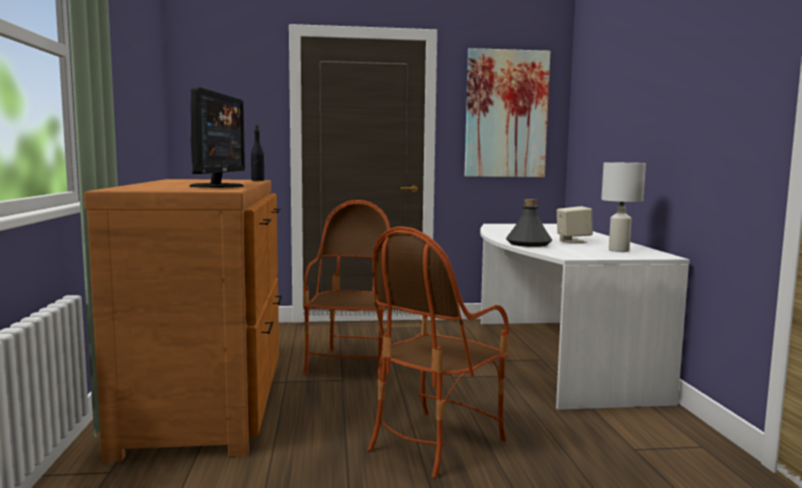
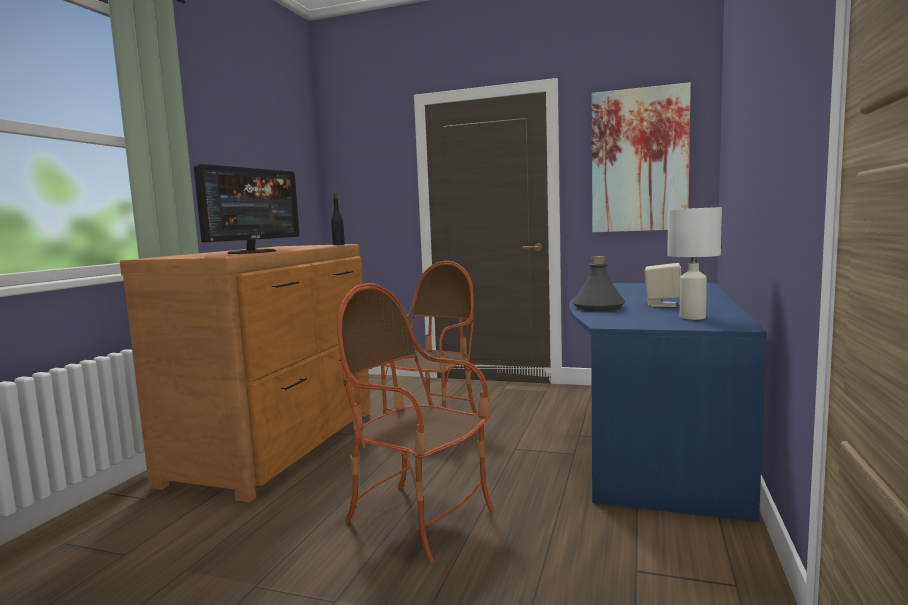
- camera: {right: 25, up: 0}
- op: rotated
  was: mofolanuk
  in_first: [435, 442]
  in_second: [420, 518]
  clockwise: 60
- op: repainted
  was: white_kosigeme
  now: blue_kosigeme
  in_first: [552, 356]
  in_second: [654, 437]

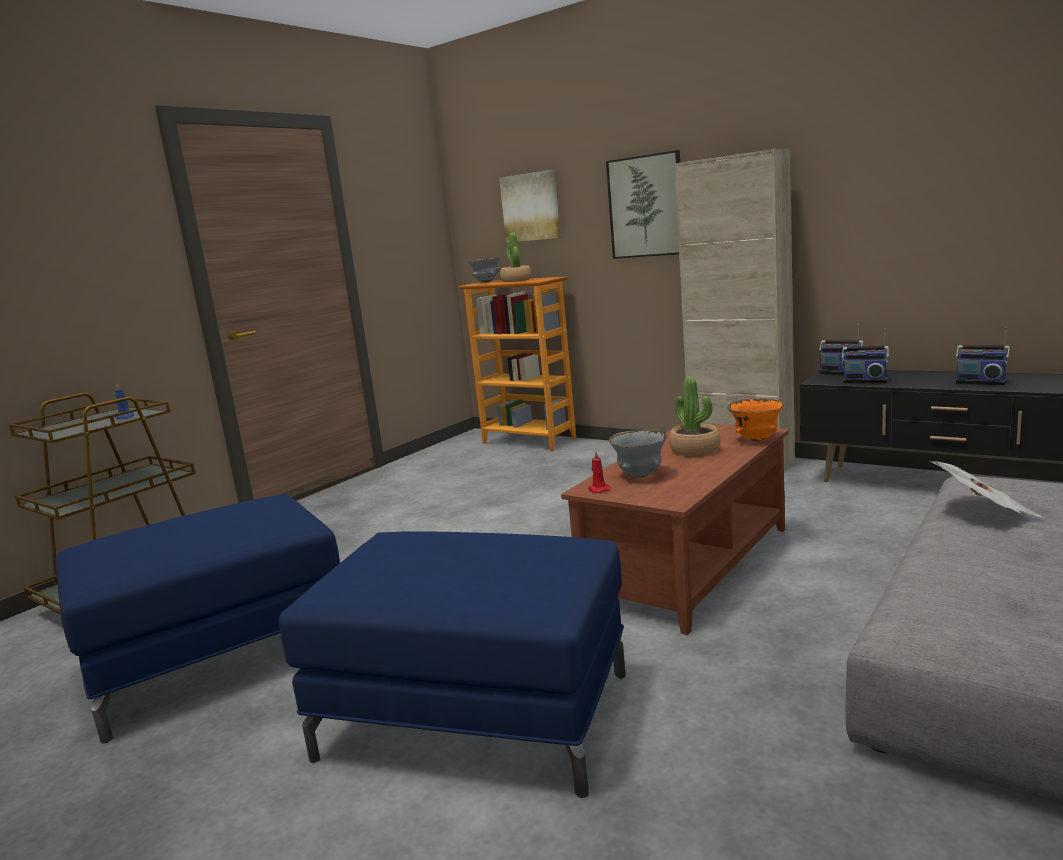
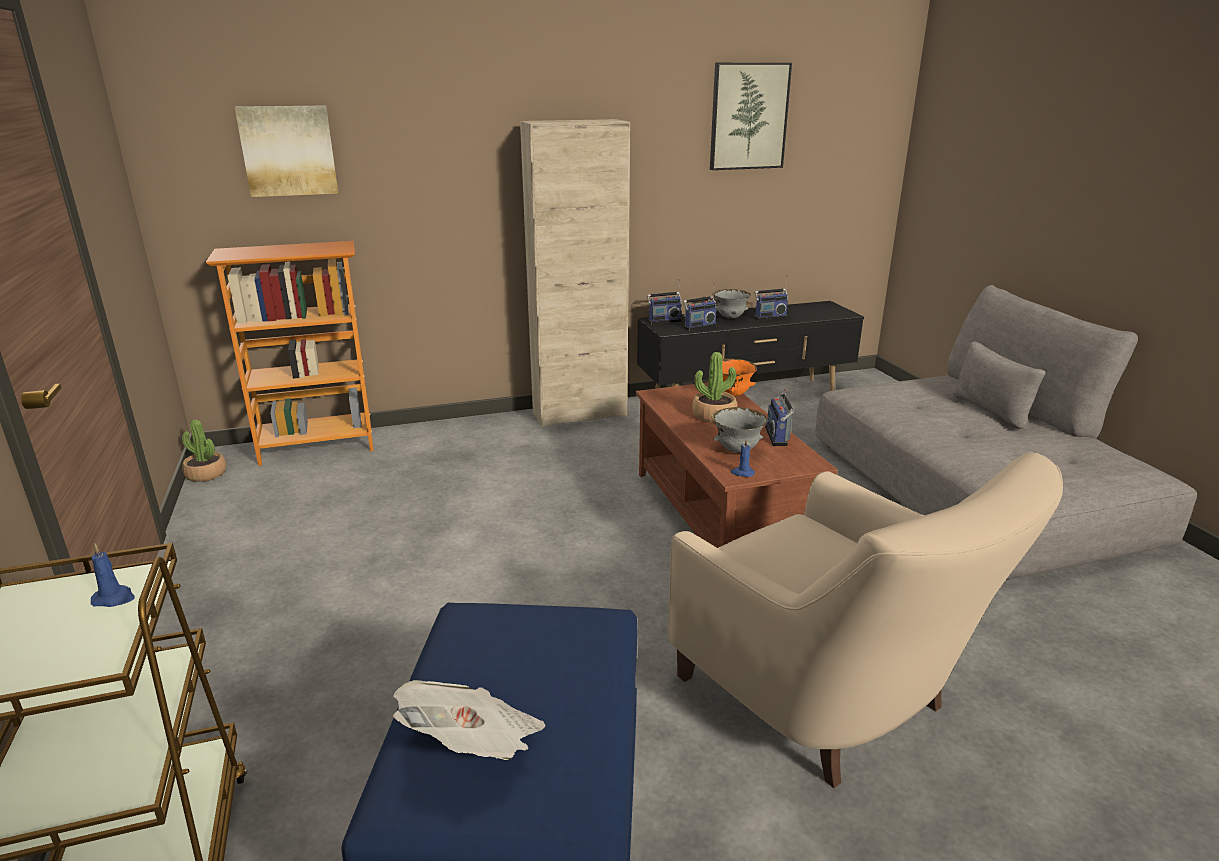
- camera: {right: -55, up: 10}
- op: swapped
  was: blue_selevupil
  now: beige_mofolanuk
  in_first: [474, 715]
  in_second: [831, 702]
- op: shifted
  was: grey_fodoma
  in_first: [486, 282]
  in_second: [730, 318]
- op: shifted
  was: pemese
  in_first: [516, 280]
  in_second: [206, 474]
- op: repainted
  was: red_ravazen
  now: blue_ravazen
  in_first: [598, 489]
  in_second: [742, 473]
- op: shifted
  was: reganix
  in_first: [646, 206]
  in_second: [748, 116]
- op: shifted
  was: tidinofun
  in_first: [984, 513]
  in_second: [474, 745]
- op: new
  now: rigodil
  in_second: [778, 436]

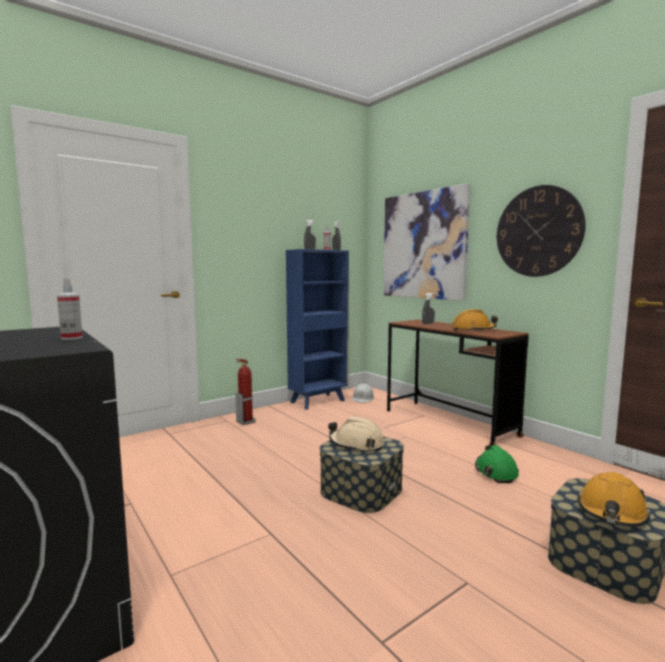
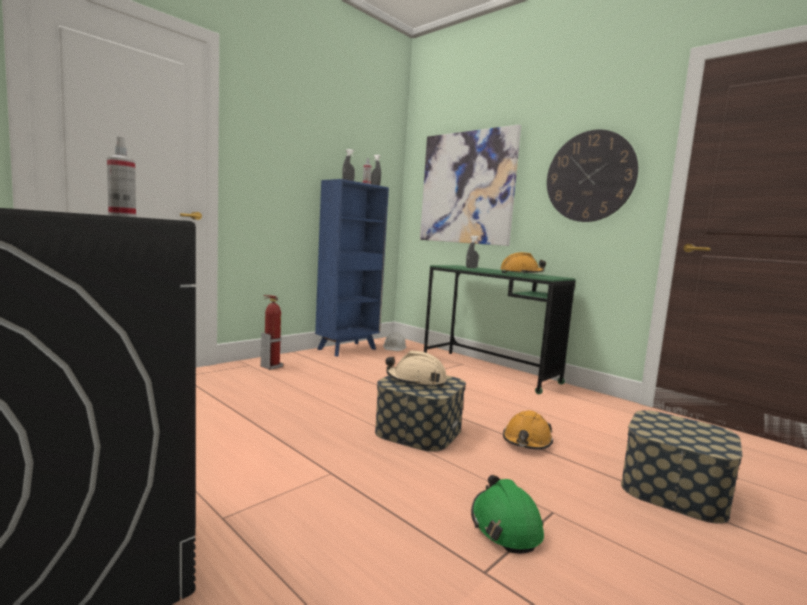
- camera: {right: -10, up: 0}
- op: repainted
  was: brown_kosigeme
  now: green_kosigeme
  in_first: [449, 423]
  in_second: [489, 371]
- op: shifted
  was: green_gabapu
  in_first: [495, 472]
  in_second: [505, 525]
- op: shifted
  was: orange_gabapu
  in_first: [612, 512]
  in_second: [527, 441]

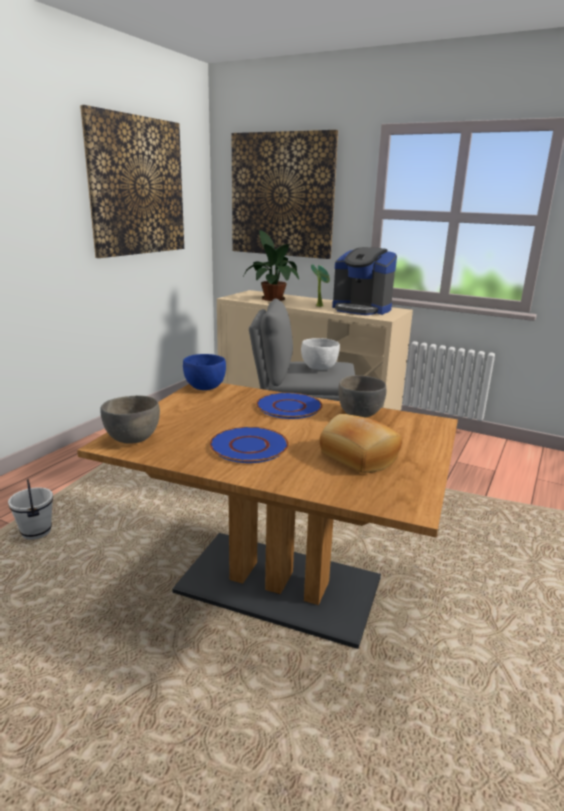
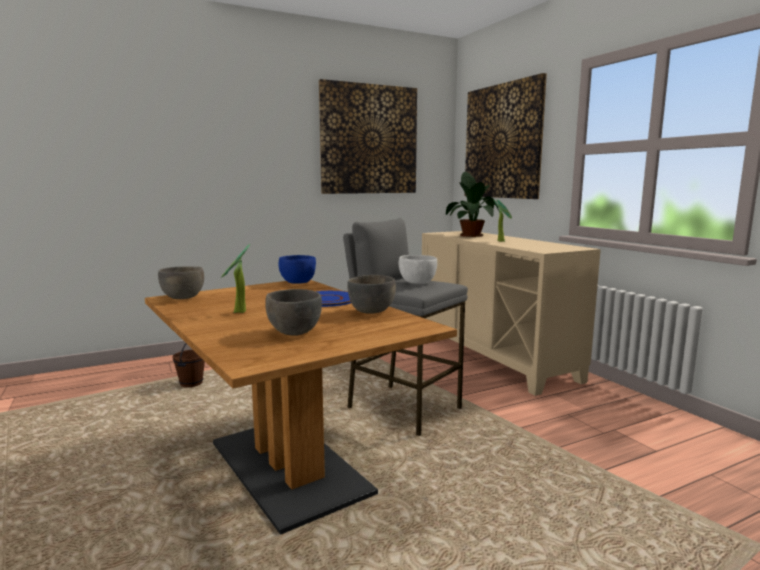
- camera: {right: 35, up: -10}
- op: repainted
  was: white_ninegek
  now: brown_ninegek
  in_first: [37, 532]
  in_second: [191, 384]
- op: swapped
  was: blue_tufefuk
  now: pemese
  in_first: [248, 446]
  in_second: [238, 313]
- op: swapped
  was: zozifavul
  now: grey_fodoma
  in_first: [357, 457]
  in_second: [294, 332]
- op: gone
  was: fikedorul
  in_first: [361, 309]

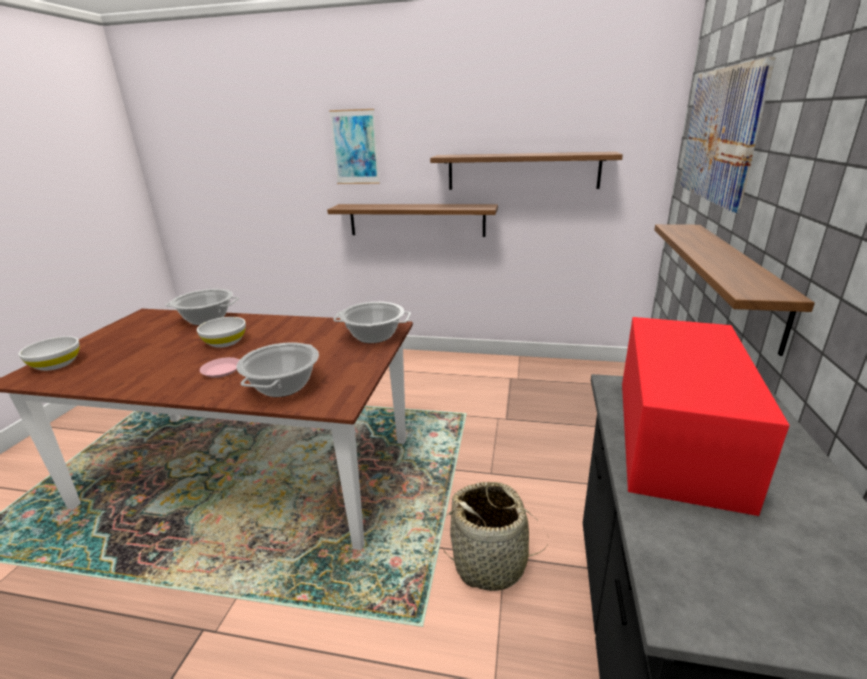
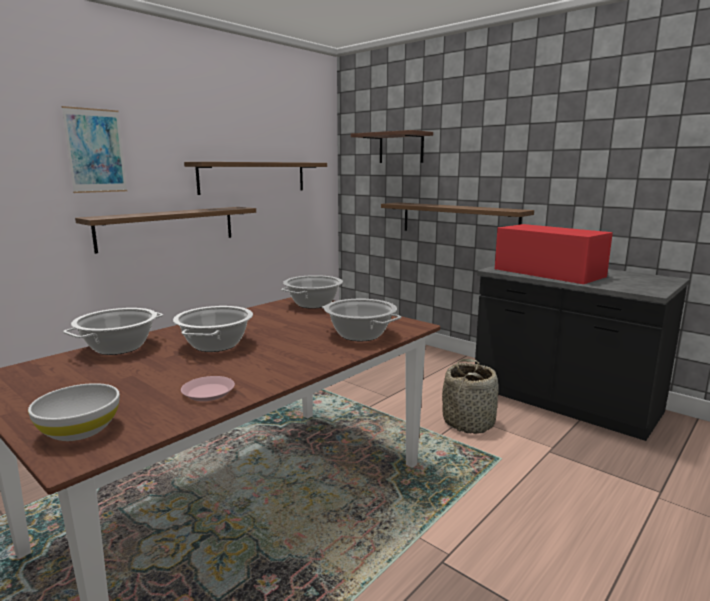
- camera: {right: -60, up: -10}
- op: swapped
  was: white_fodoma
  now: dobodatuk
  in_first: [225, 342]
  in_second: [215, 345]
- op: shifted
  was: pink_tufefuk
  in_first: [221, 370]
  in_second: [208, 392]
- op: swapped
  was: reganix
  now: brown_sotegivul
  in_first: [720, 135]
  in_second: [401, 148]

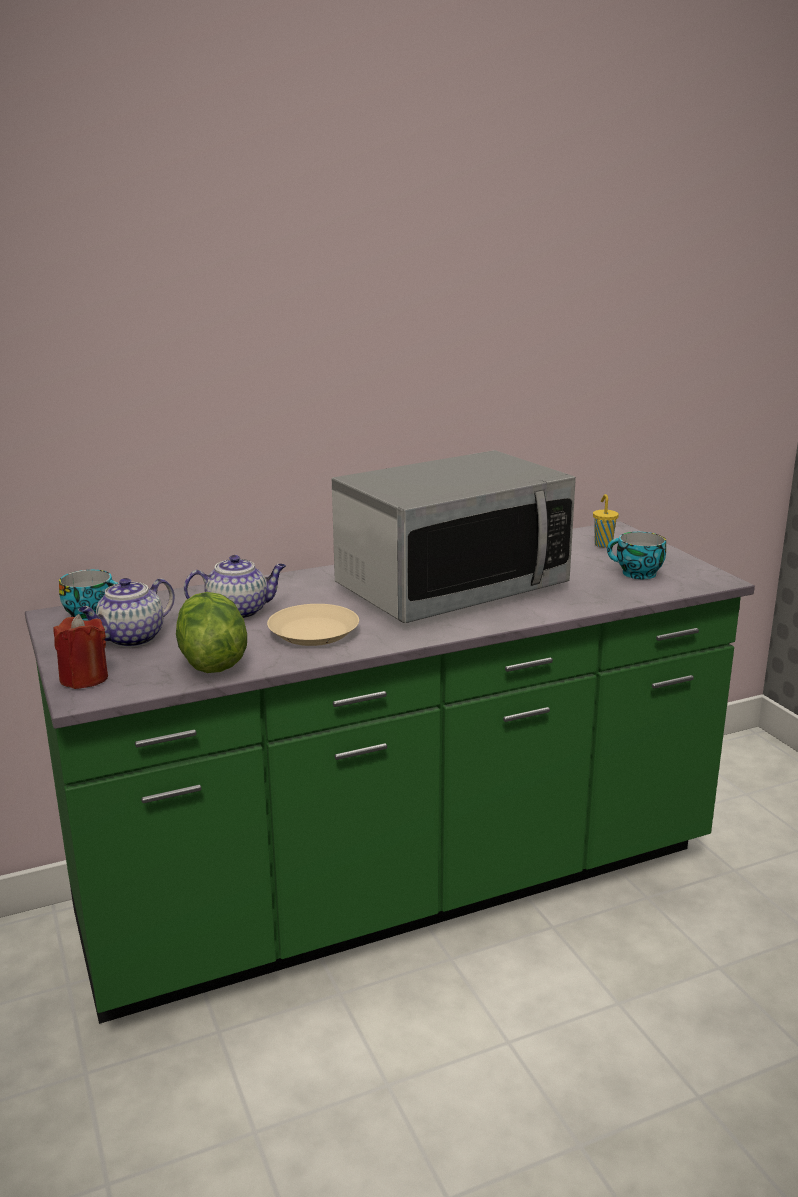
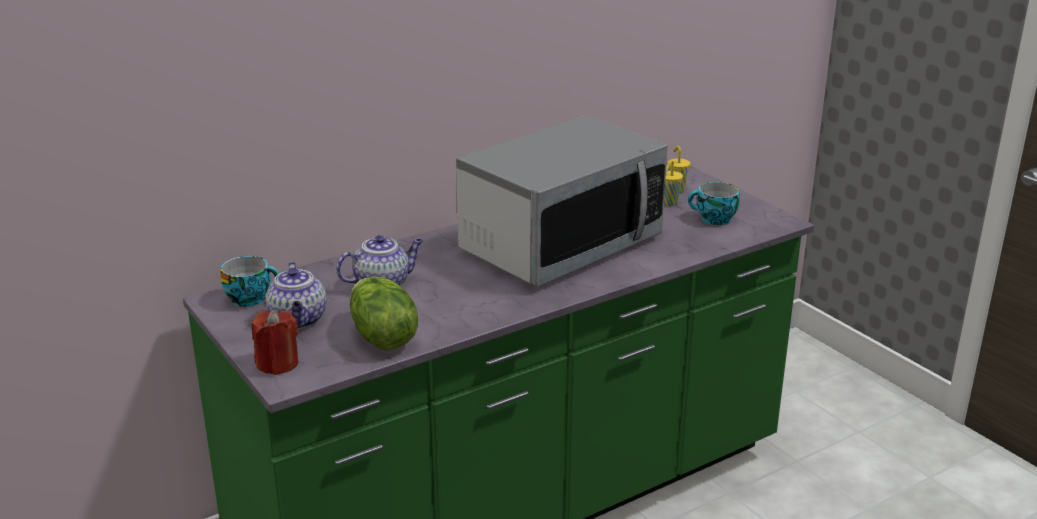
- camera: {right: -10, up: 5}
- op: rotated
  was: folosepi
  in_first: [131, 639]
  in_second: [299, 320]
  clockwise: -45
- op: gone
  was: beige_tufefuk
  in_first: [312, 632]
- op: new
  now: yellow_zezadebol
  in_second: [669, 203]

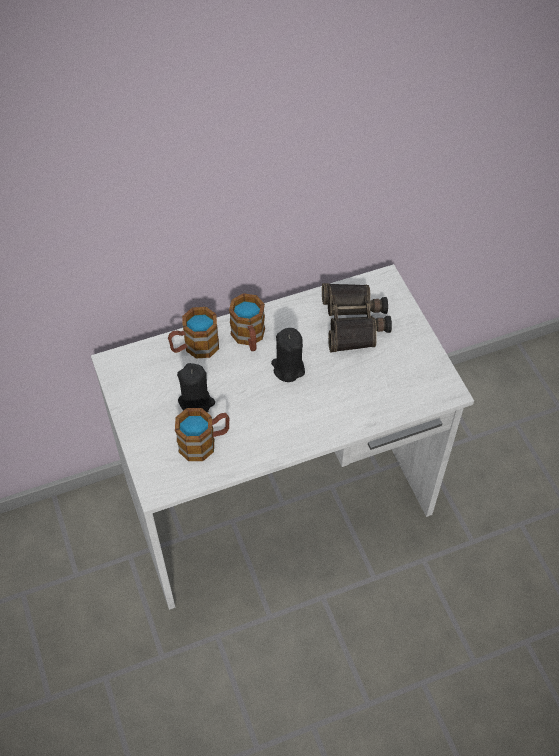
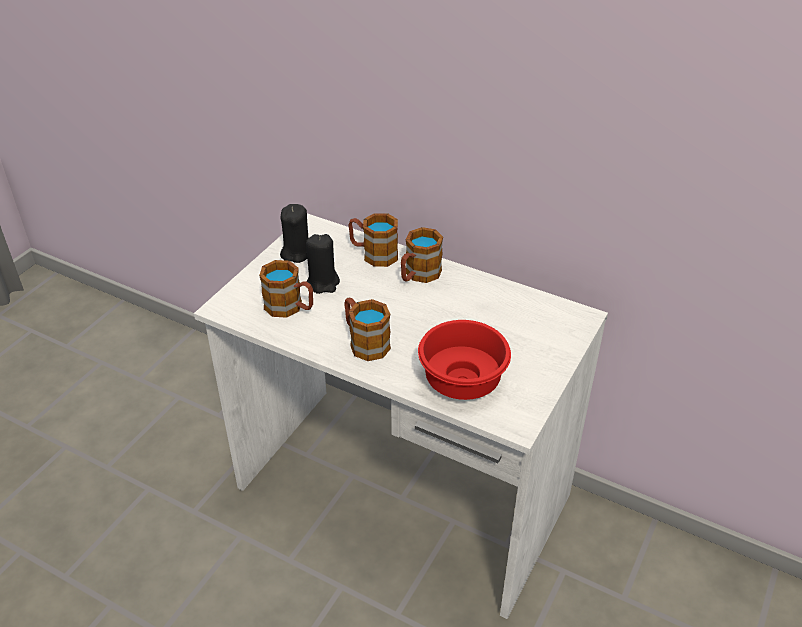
- camera: {right: 50, up: -15}
- op: shifted
  was: black_ravazen
  in_first: [288, 368]
  in_second: [296, 253]
- op: gone
  was: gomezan
  in_first: [355, 322]
- op: new
  now: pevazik
  in_second: [364, 342]
- op: new
  now: red_fodoma
  in_second: [463, 383]

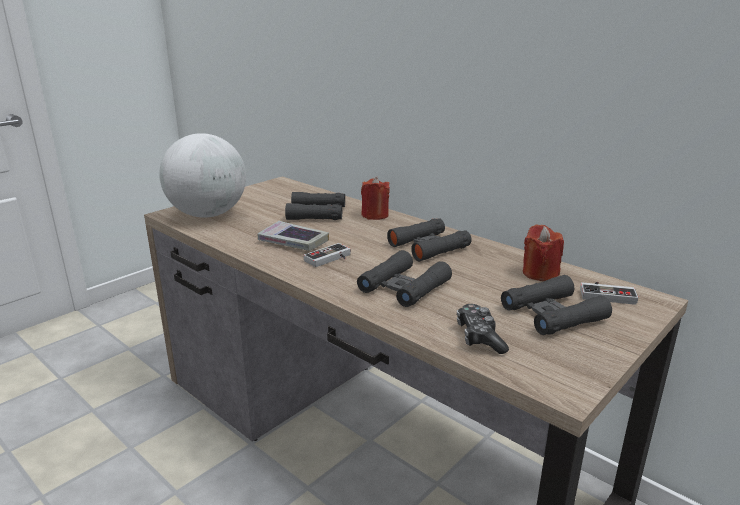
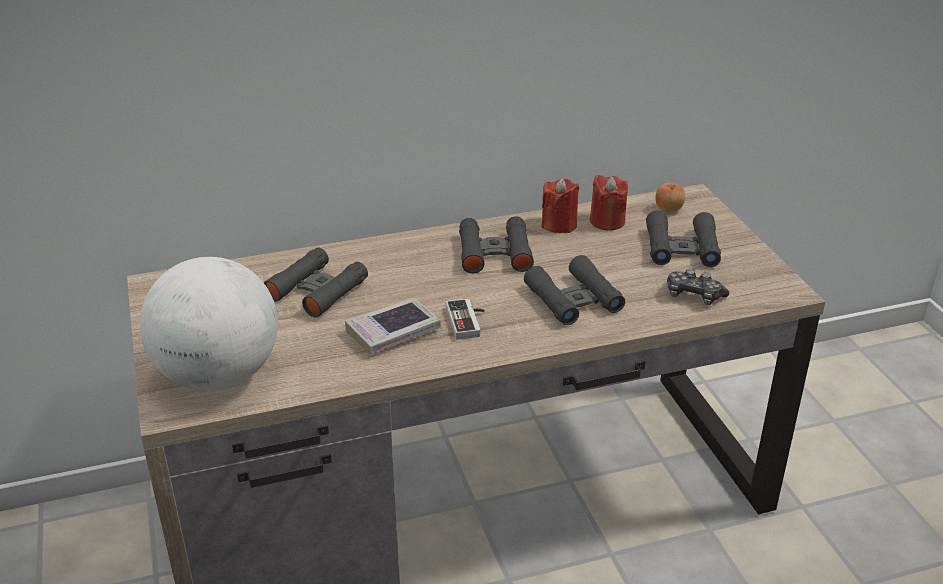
- camera: {right: -60, up: 10}
- op: shifted
  was: red_ravazen
  in_first: [375, 215]
  in_second: [559, 225]
- op: swapped
  was: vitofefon
  now: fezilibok
  in_first: [606, 294]
  in_second: [668, 210]

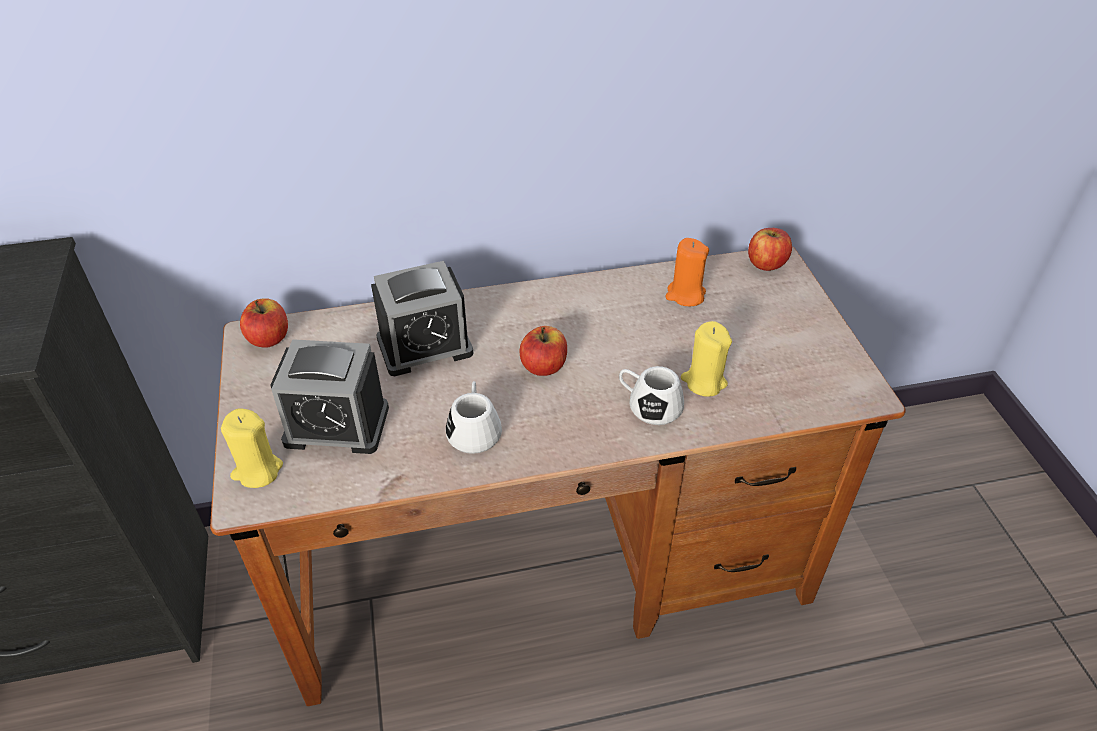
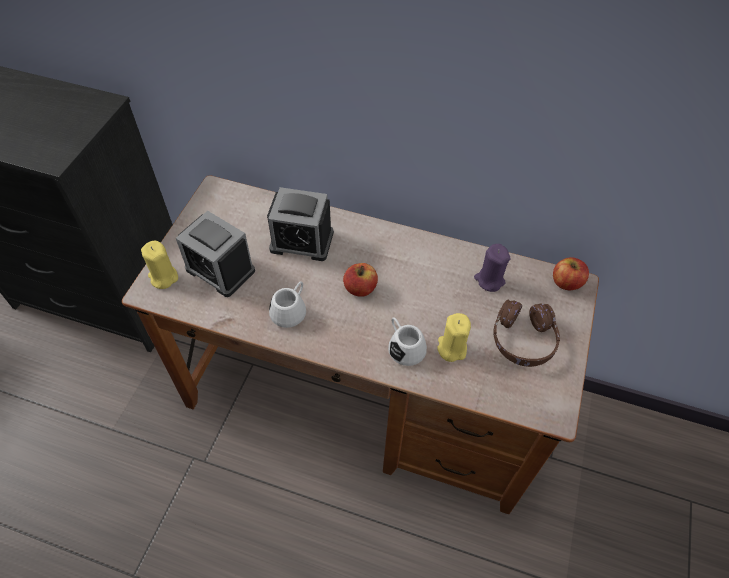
- camera: {right: 30, up: 10}
- op: gone
  was: fezilibok
  in_first: [269, 338]
- op: repainted
  was: orange_ravazen
  now: purple_ravazen
  in_first: [685, 295]
  in_second: [489, 280]
- op: new
  now: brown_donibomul
  in_second: [523, 340]

